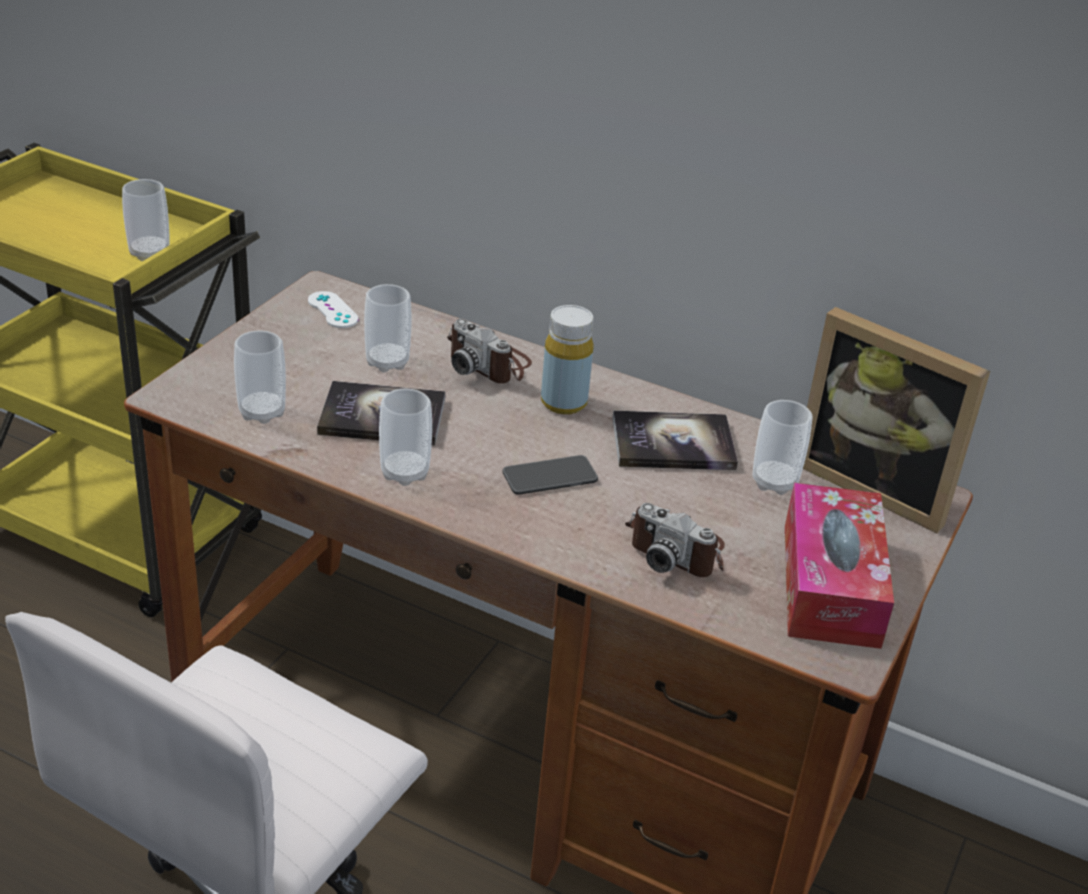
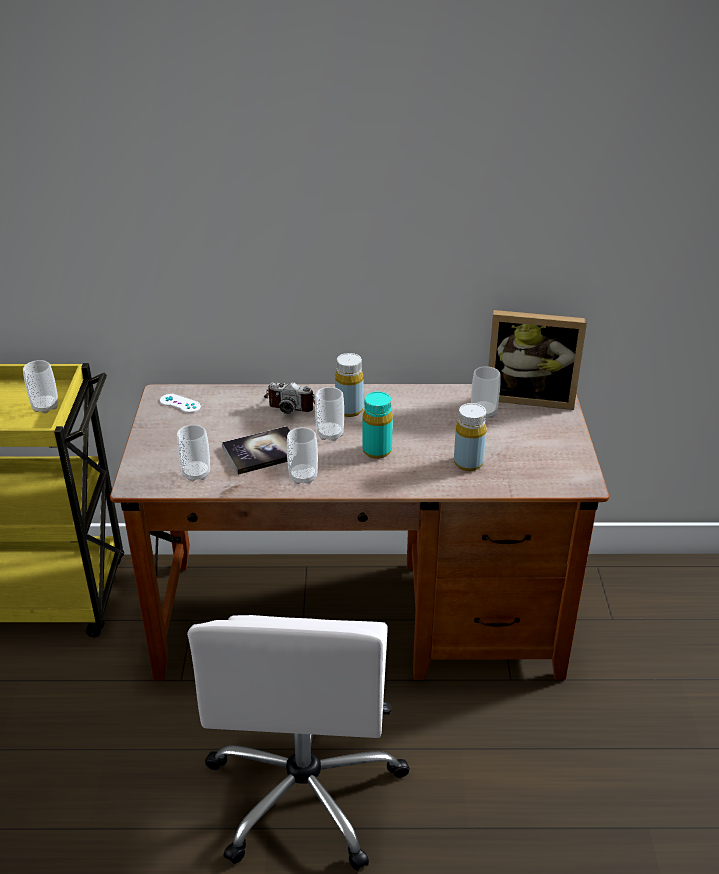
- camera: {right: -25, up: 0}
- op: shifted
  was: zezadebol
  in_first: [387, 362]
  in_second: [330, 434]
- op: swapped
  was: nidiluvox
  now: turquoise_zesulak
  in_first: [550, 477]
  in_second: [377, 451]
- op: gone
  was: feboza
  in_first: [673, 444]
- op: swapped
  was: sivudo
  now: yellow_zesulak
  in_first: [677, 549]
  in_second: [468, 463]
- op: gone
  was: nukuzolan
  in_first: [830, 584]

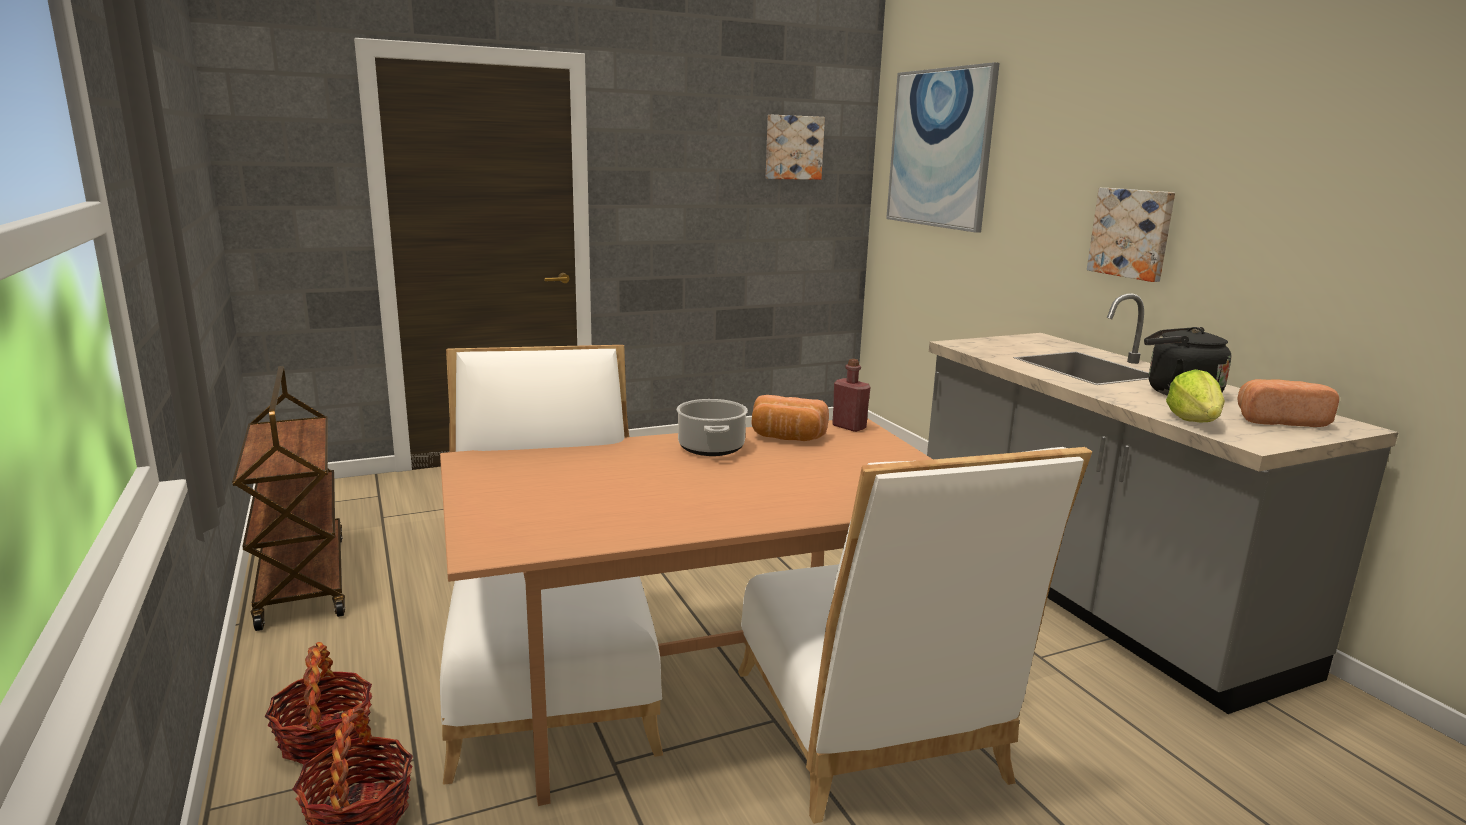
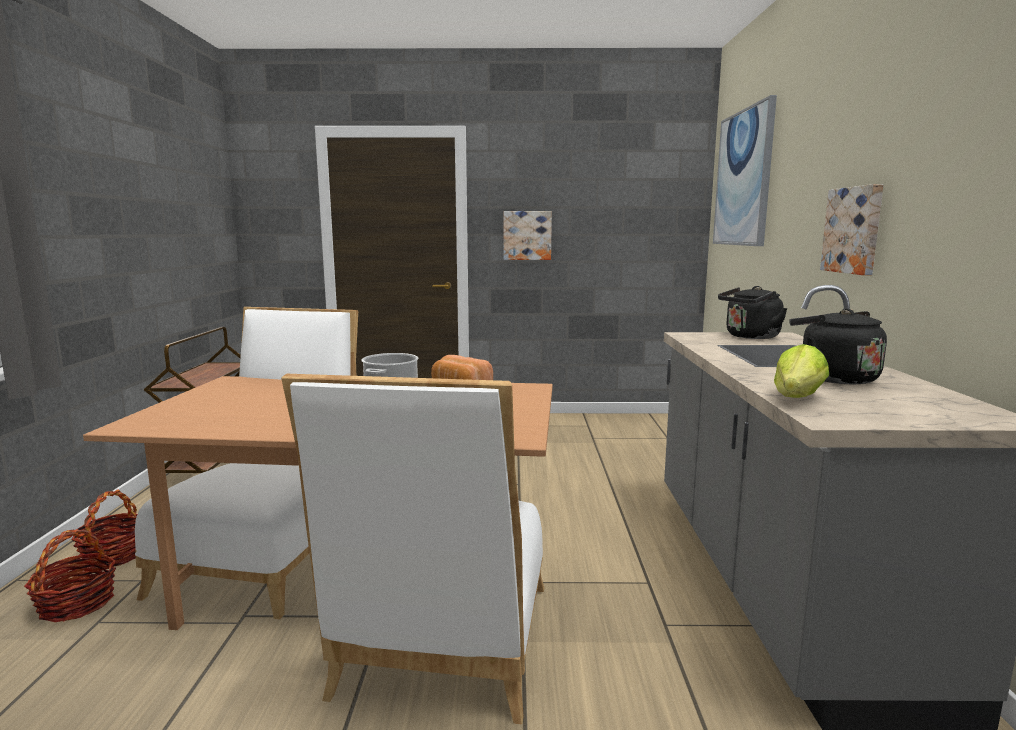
- camera: {right: 25, up: -5}
- op: shifted
  was: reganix
  in_first: [793, 147]
  in_second: [527, 235]
- op: gone
  was: red_zesulak
  in_first: [849, 427]
- op: gone
  was: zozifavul
  in_first: [1278, 420]
- op: new
  now: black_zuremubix
  in_second: [750, 337]

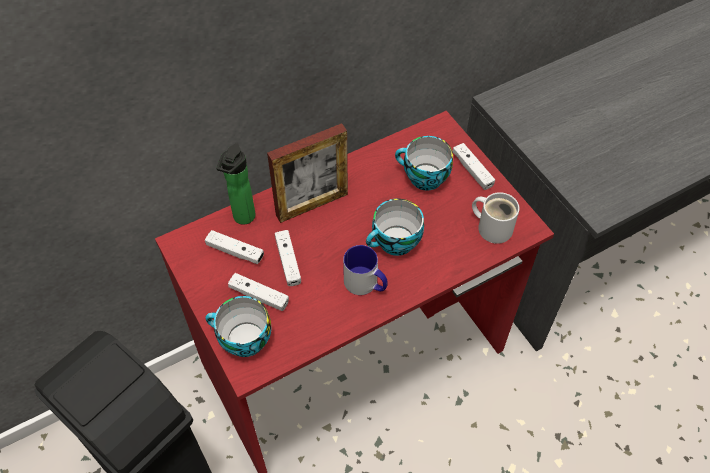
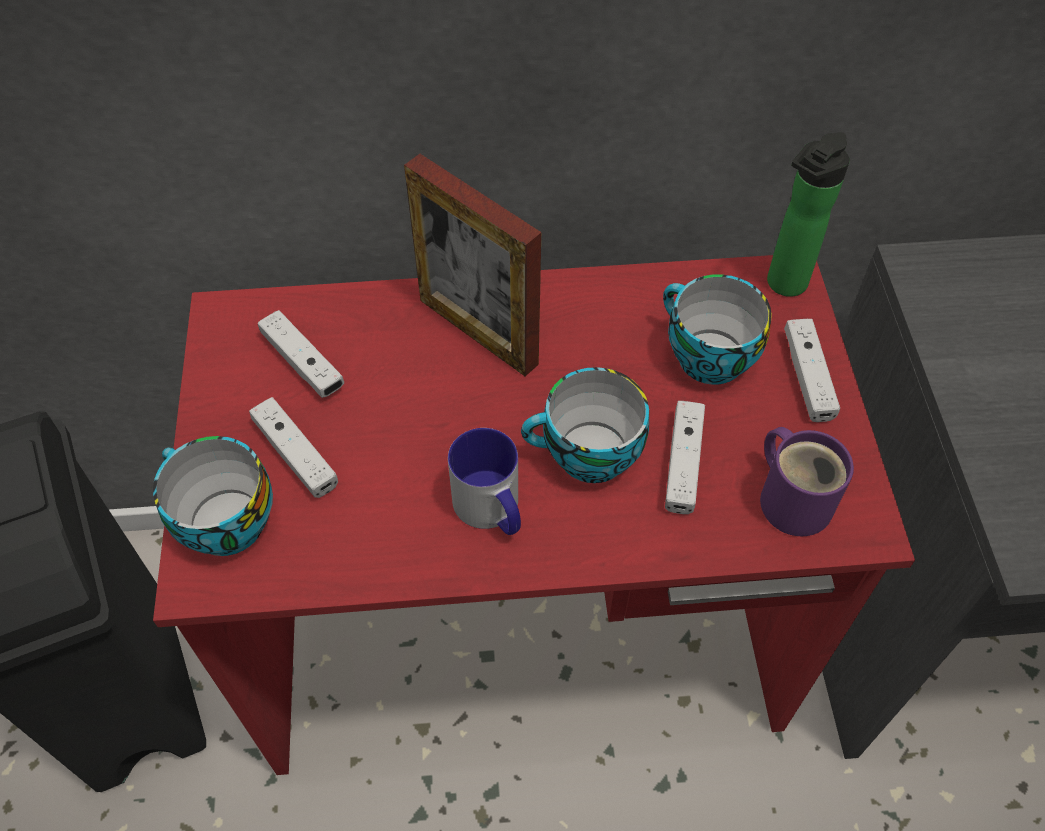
- camera: {right: 25, up: 0}
- op: shifted
  was: zesulak
  in_first: [242, 218]
  in_second: [783, 285]
- op: rotated
  was: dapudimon
  in_first: [312, 205]
  in_second: [478, 332]
  clockwise: 45
- op: shifted
  was: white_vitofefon
  in_first: [288, 261]
  in_second: [683, 464]
- op: repainted
  was: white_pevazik
  now: purple_pevazik
  in_first: [493, 226]
  in_second: [794, 497]

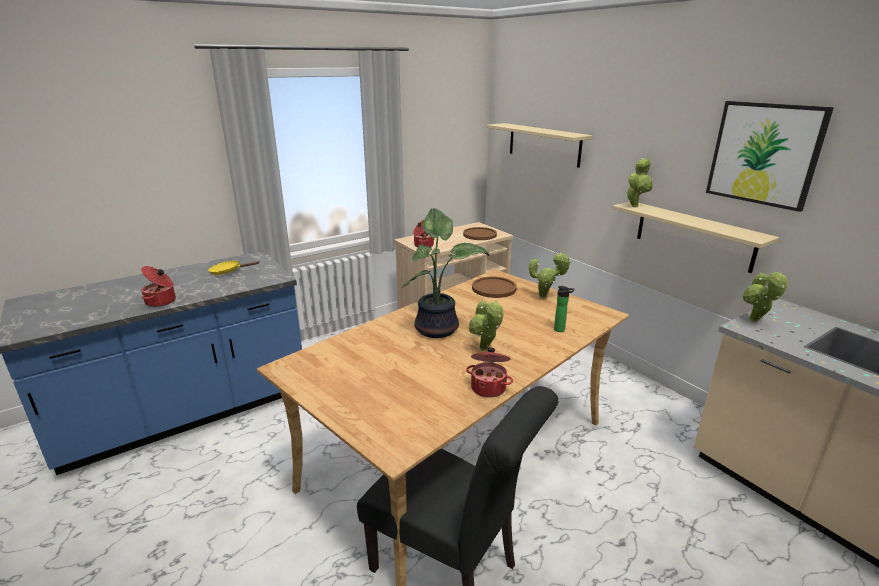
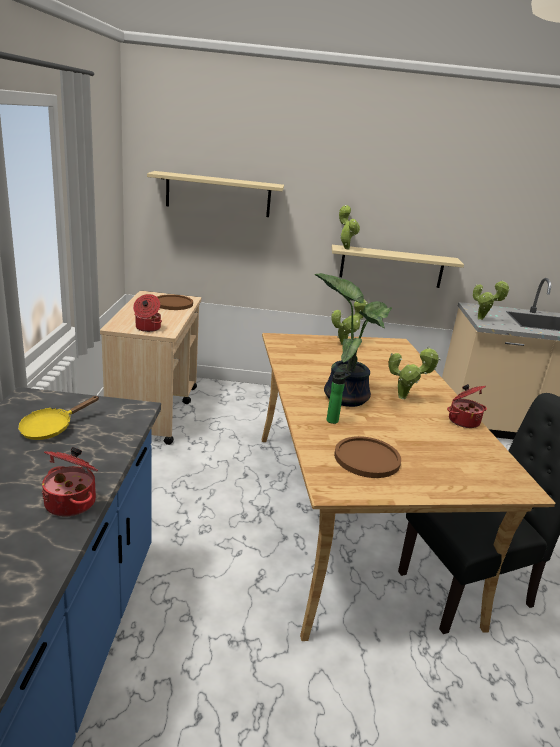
- camera: {right: -55, up: 0}
- op: shifted
  was: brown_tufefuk
  in_first: [494, 288]
  in_second: [367, 458]
- op: shifted
  was: zesulak
  in_first: [561, 330]
  in_second: [334, 420]
- op: gone
  was: reganix
  in_first: [764, 154]

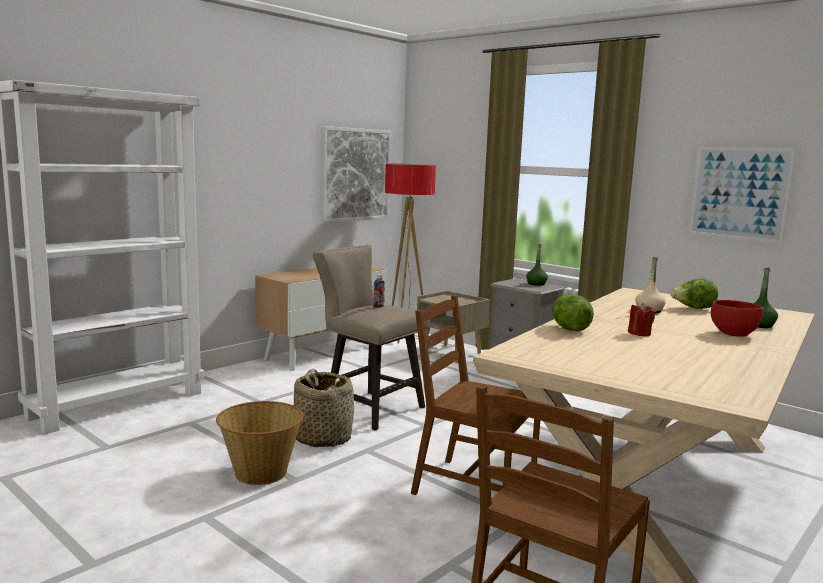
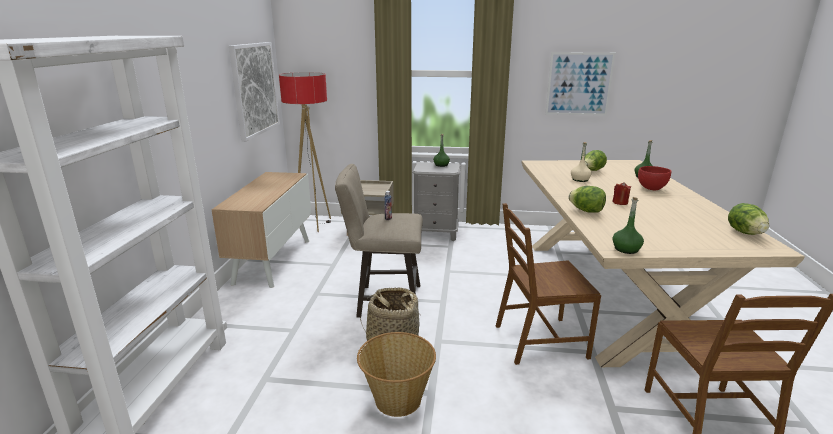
- camera: {right: -35, up: 10}
- op: new
  now: green_zesulak
  in_second: [626, 249]
- op: new
  now: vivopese
  in_second: [745, 233]

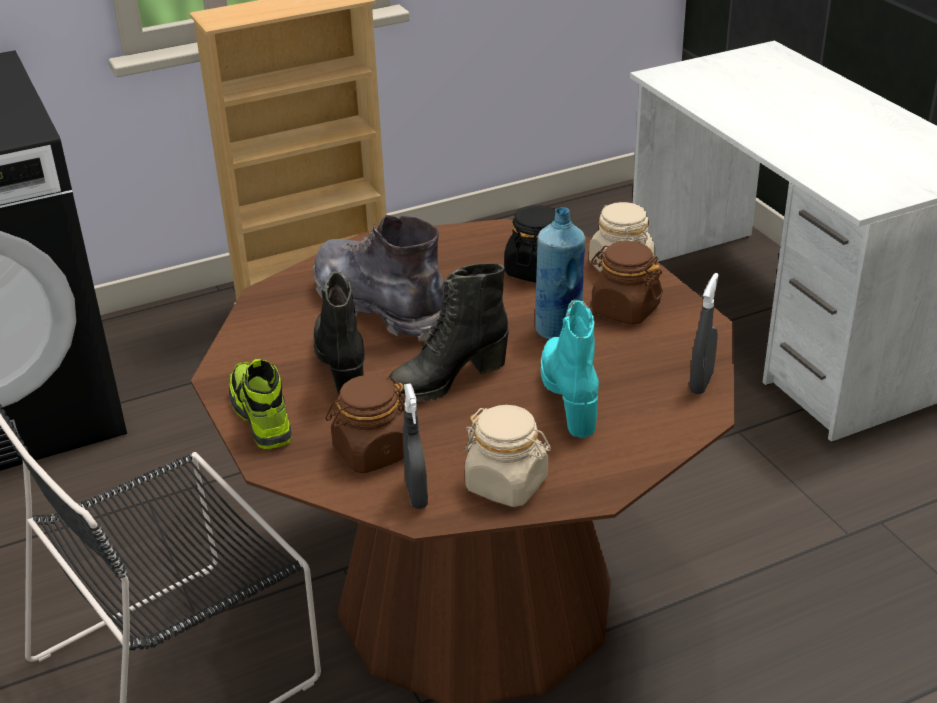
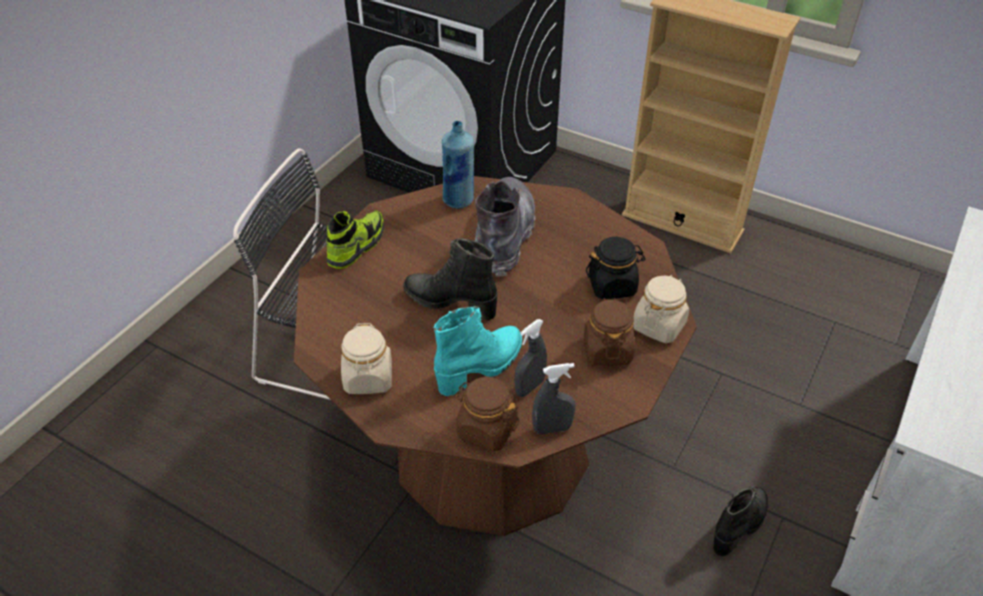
- camera: {right: 55, up: 10}
- op: shifted
  was: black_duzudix
  in_first: [343, 366]
  in_second: [739, 526]
- op: shifted
  was: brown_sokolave
  in_first: [372, 452]
  in_second: [486, 429]
- op: shifted
  was: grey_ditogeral
  in_first: [416, 495]
  in_second: [529, 387]
- op: shifted
  was: blue_zesulak
  in_first: [559, 331]
  in_second: [459, 200]

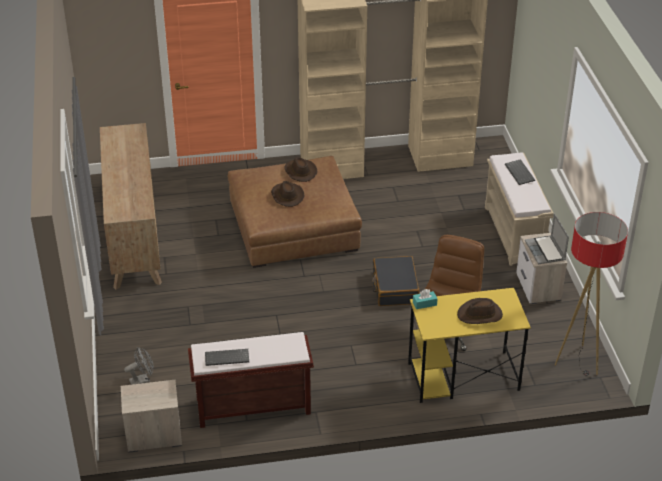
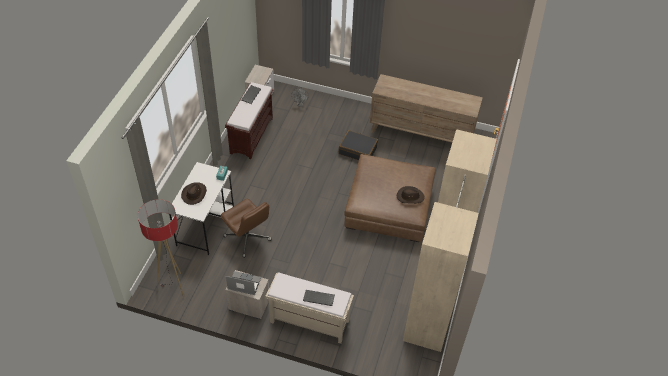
- camera: {right: 115, up: 10}
- op: gone
  was: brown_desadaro
  in_first: [287, 195]
- op: shifted
  was: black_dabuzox
  in_first: [395, 288]
  in_second: [358, 150]
- op: repainted
  was: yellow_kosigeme
  now: white_kosigeme
  in_first: [462, 377]
  in_second: [205, 225]

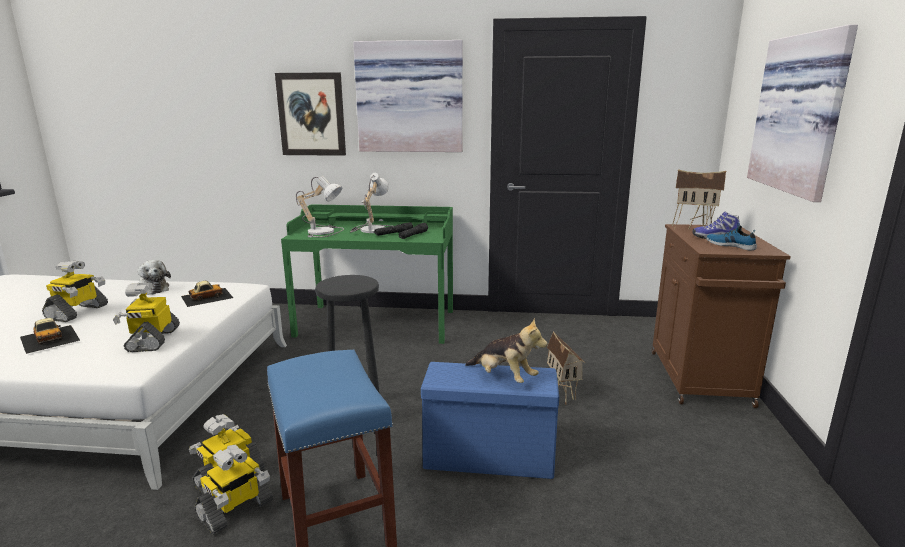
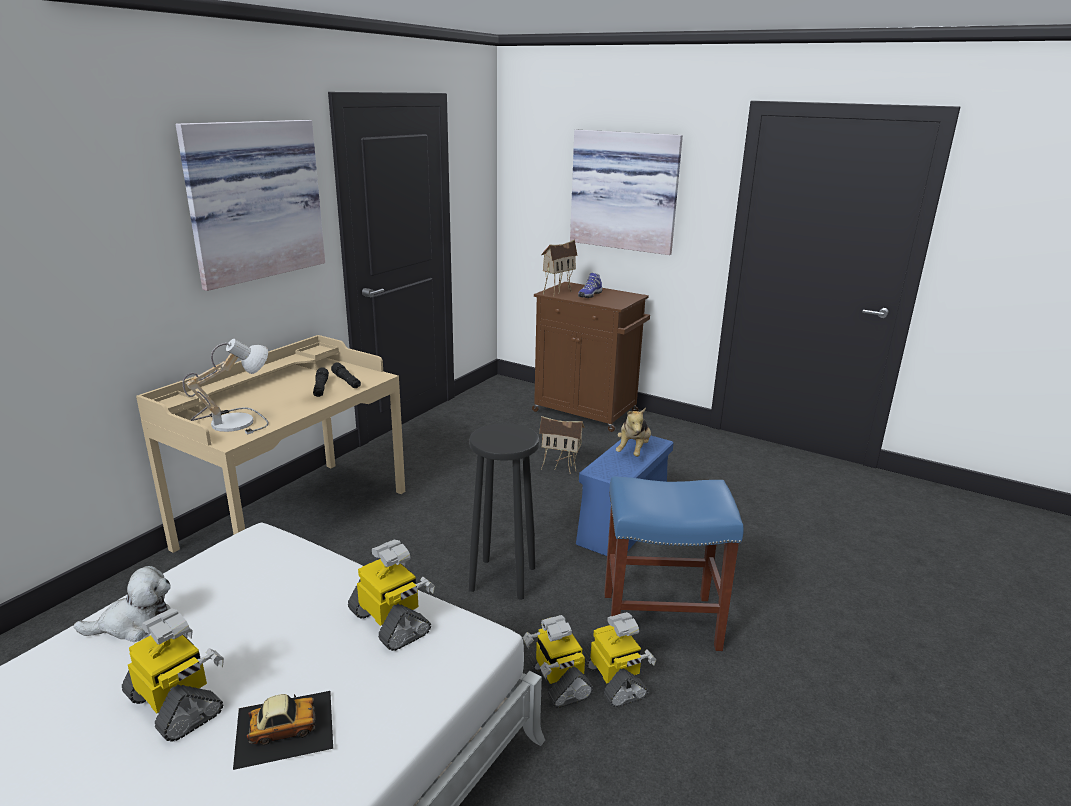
- camera: {right: -65, up: 5}
- op: rotated
  was: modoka
  in_first: [152, 340]
  in_second: [391, 622]
  clockwise: -150
- op: gone
  was: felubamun
  in_first: [206, 297]
- op: gone
  was: reganix
  in_first: [311, 114]
- op: repainted
  was: green_kosigeme
  now: beige_kosigeme
  in_first: [376, 323]
  in_second: [294, 518]
- op: gone
  was: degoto
  in_first: [371, 229]
- op: rotated
  was: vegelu
  in_first: [504, 377]
  in_second: [633, 450]
  clockwise: 135
- op: gone
  was: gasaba
  in_first: [730, 245]

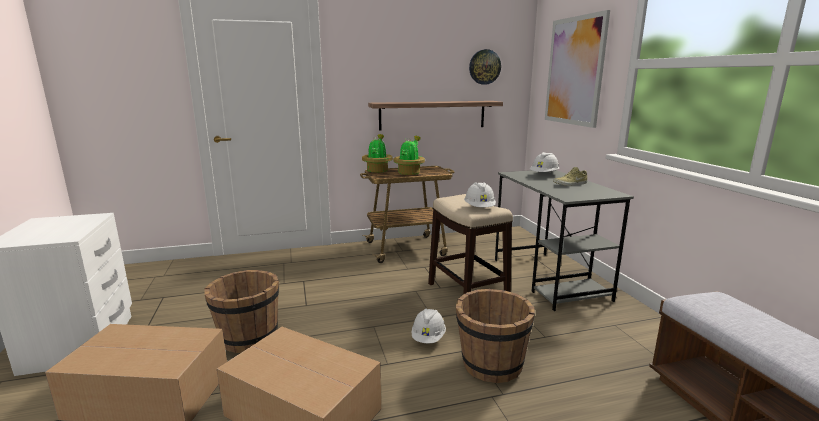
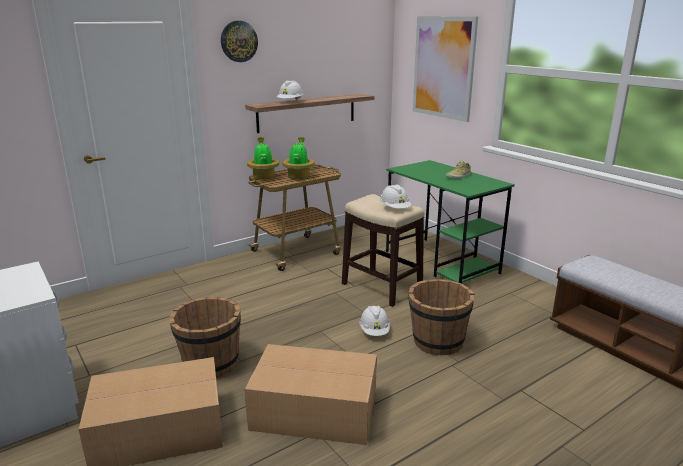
- camera: {right: -20, up: 5}
- op: shifted
  was: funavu
  in_first: [484, 67]
  in_second: [239, 41]
- op: repainted
  was: grey_kosigeme
  now: green_kosigeme
  in_first: [549, 279]
  in_second: [441, 262]
- op: shifted
  was: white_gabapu
  in_first: [544, 175]
  in_second: [290, 102]

